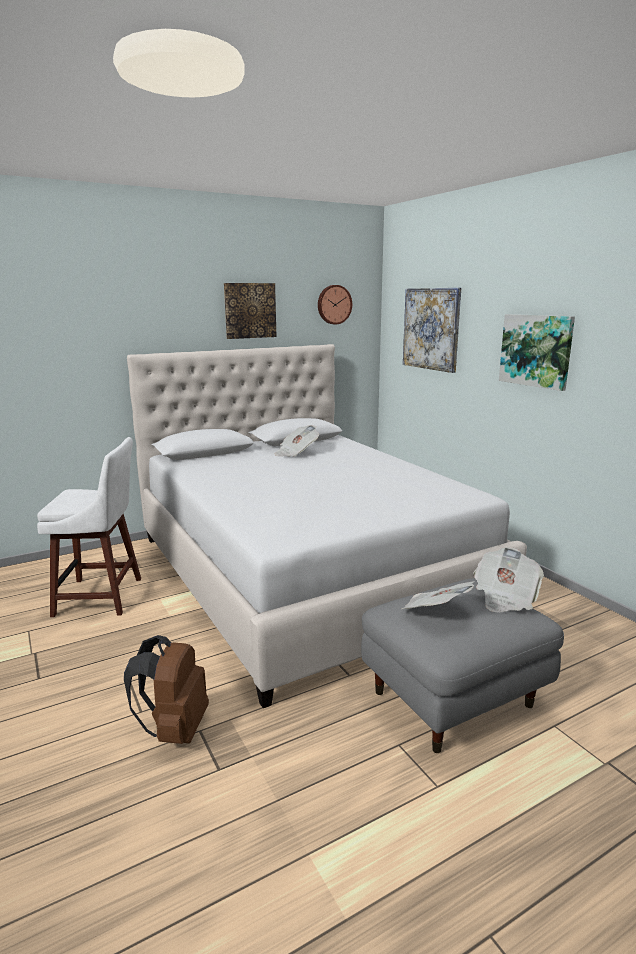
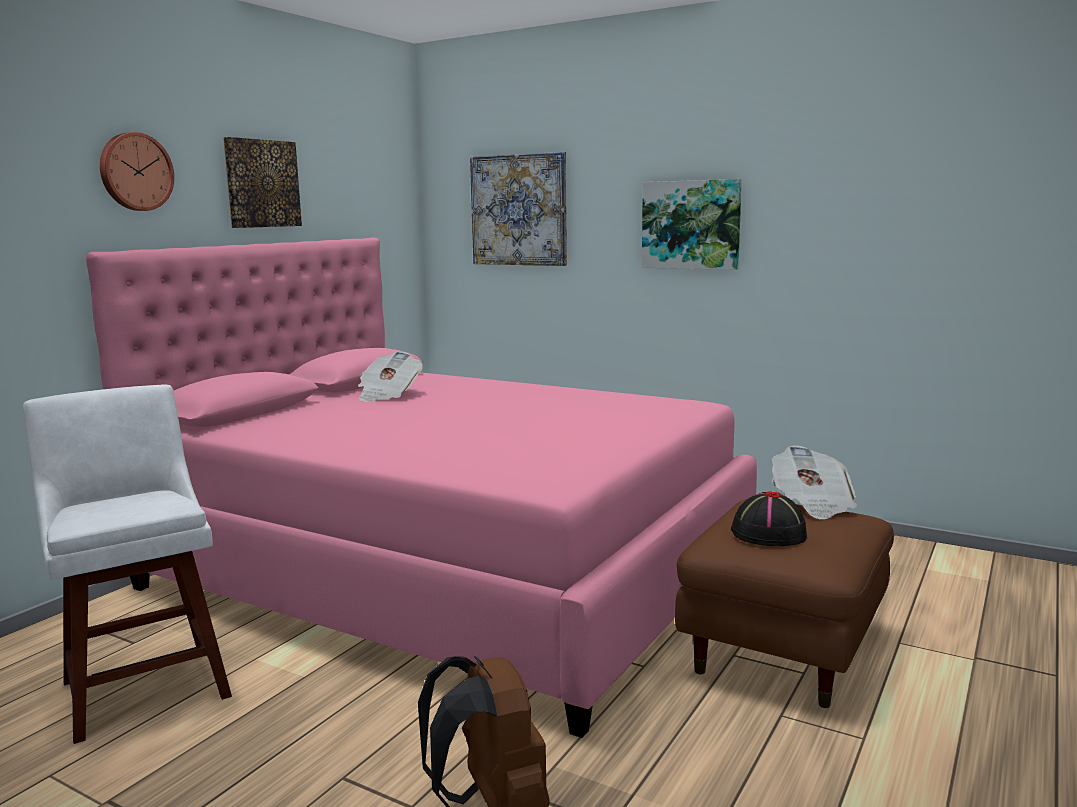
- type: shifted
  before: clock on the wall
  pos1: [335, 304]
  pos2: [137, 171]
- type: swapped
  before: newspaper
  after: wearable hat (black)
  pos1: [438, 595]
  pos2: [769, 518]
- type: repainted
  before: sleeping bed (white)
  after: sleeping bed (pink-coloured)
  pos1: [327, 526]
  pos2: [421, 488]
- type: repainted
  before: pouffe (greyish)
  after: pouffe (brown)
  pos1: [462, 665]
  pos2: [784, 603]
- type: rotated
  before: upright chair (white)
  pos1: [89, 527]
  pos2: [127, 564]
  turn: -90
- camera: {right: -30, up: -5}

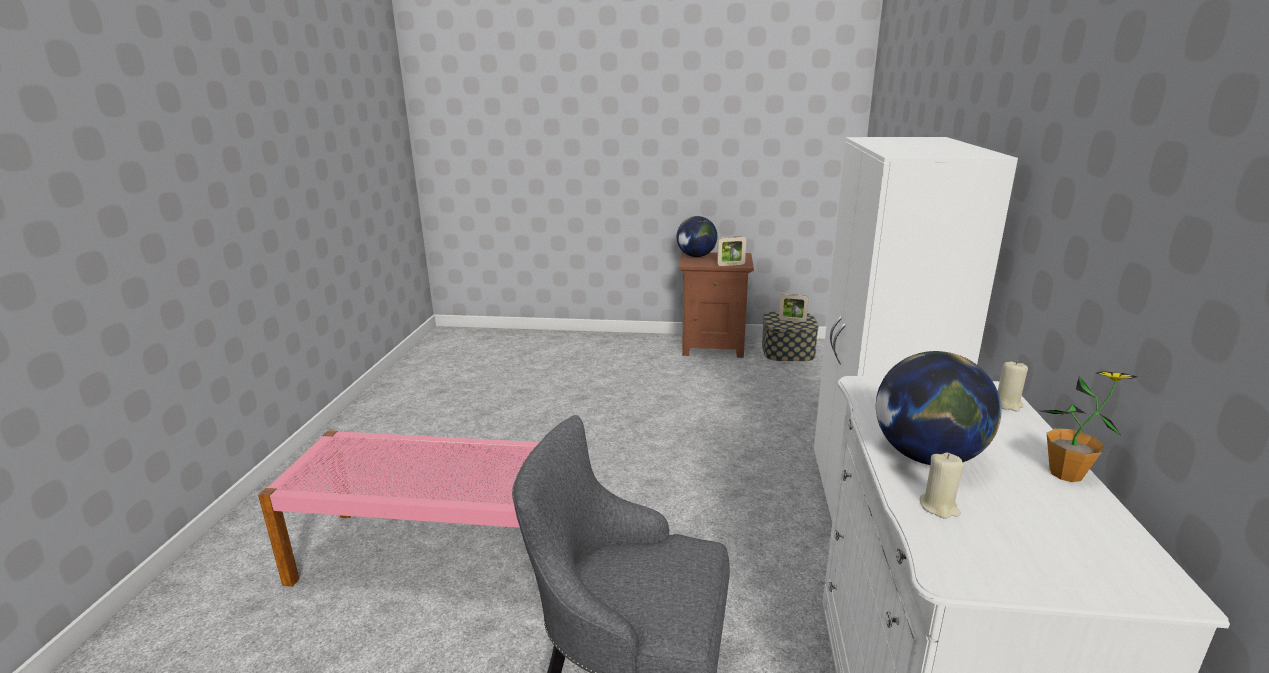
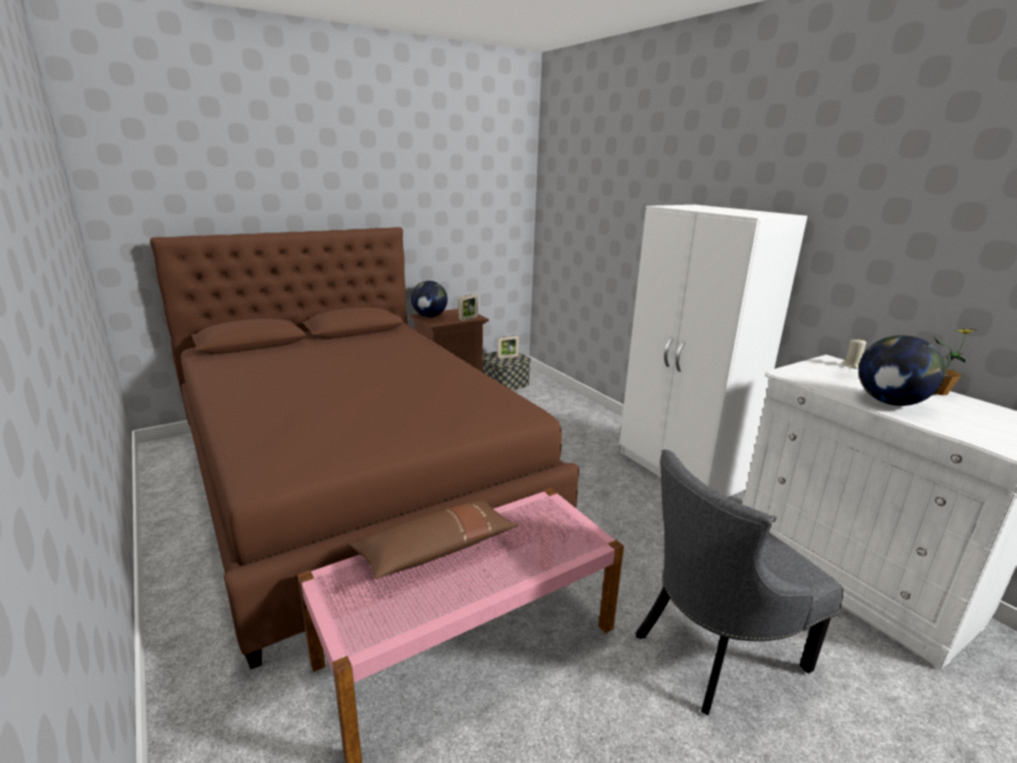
- type: gone
  before: wax candle (beige-coloured)
  pos1: [942, 485]
- type: new
  after: sleeping bed (brown)
  pos2: [364, 448]
- type: new
  after: cushion (brown)
  pos2: [434, 539]
- camera: {right: -40, up: 0}

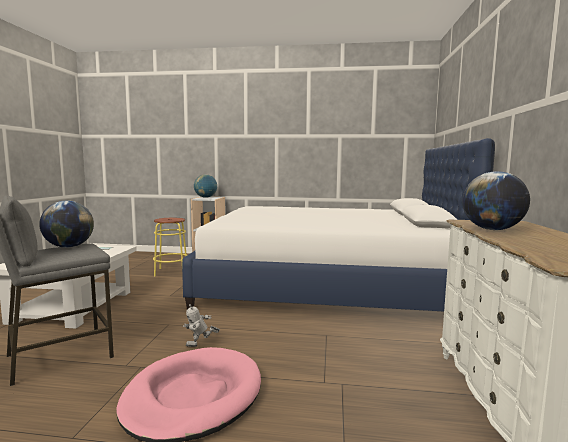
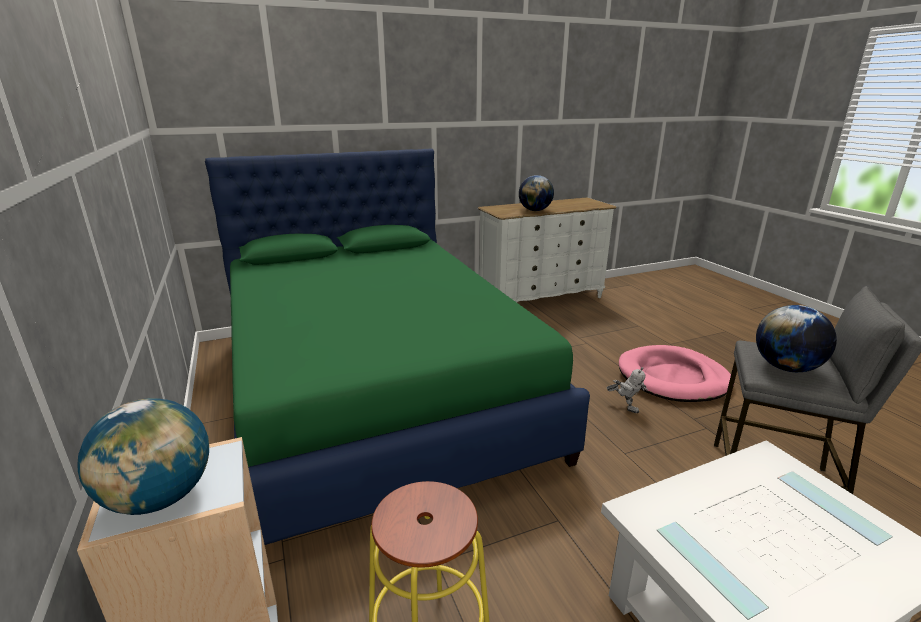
- type: repainted
  before: sleeping bed (white)
  after: sleeping bed (greenish)
  pos1: [338, 224]
  pos2: [397, 347]
- camera: {right: -120, up: 15}

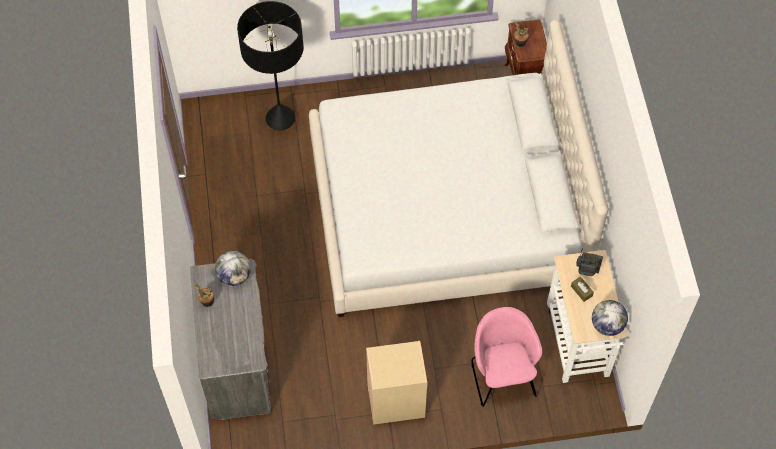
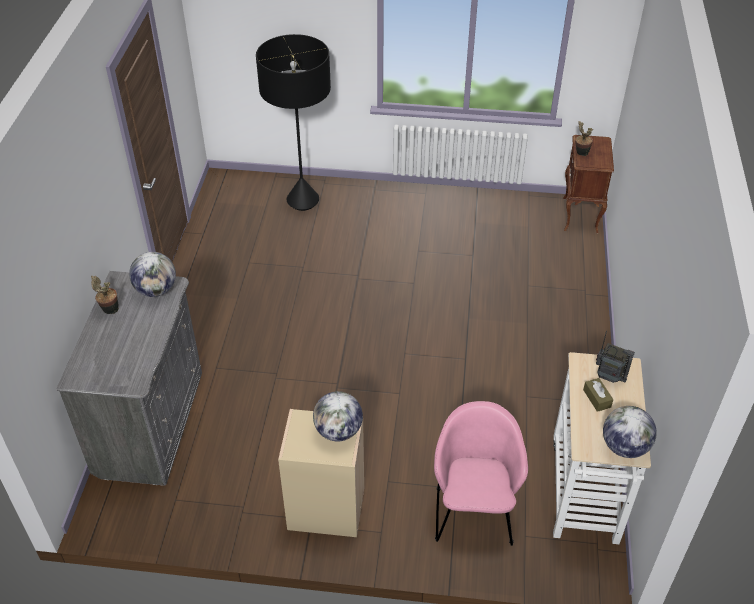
- type: gone
  before: sleeping bed (white)
  pos1: [459, 168]
- type: new
  after: globe
  pos2: [338, 416]
- camera: {right: 15, up: -15}

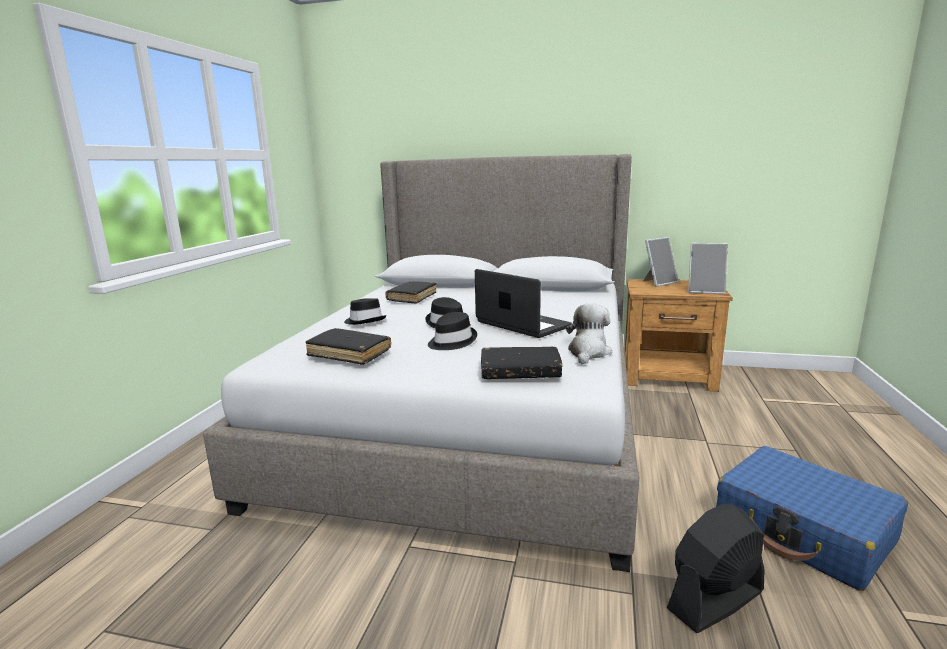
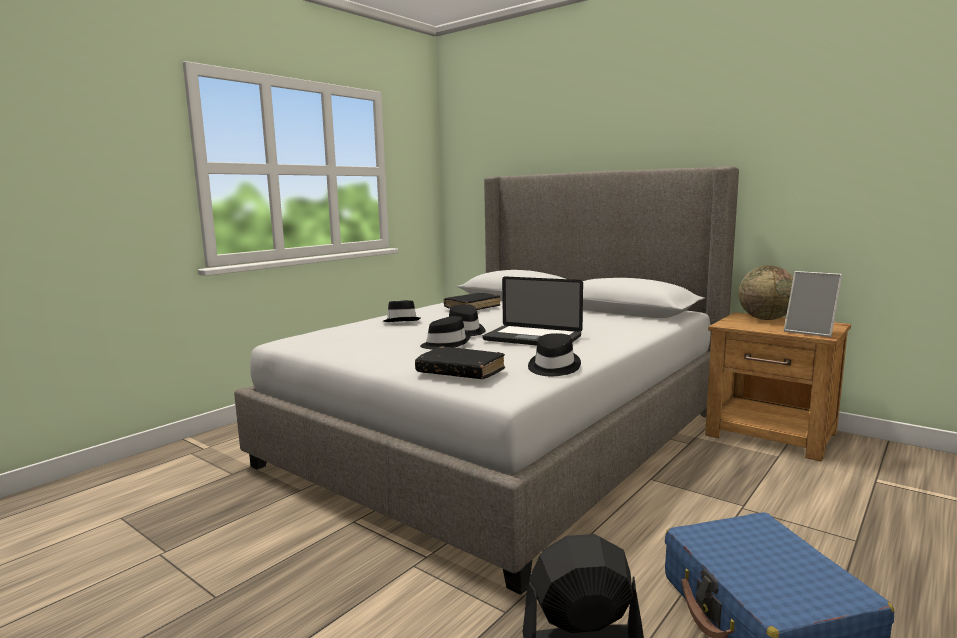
- type: gone
  before: volume (black)
  pos1: [348, 346]
- type: swapped
  before: cuddly toy
  after: wearable hat (black)
  pos1: [589, 334]
  pos2: [554, 354]
- type: swapped
  before: standing frame
  after: globe
  pos1: [661, 262]
  pos2: [765, 293]
- type: rotated
  before: portable computer
  pos1: [523, 303]
  pos2: [532, 311]
  turn: 135
- camera: {right: 25, up: -5}

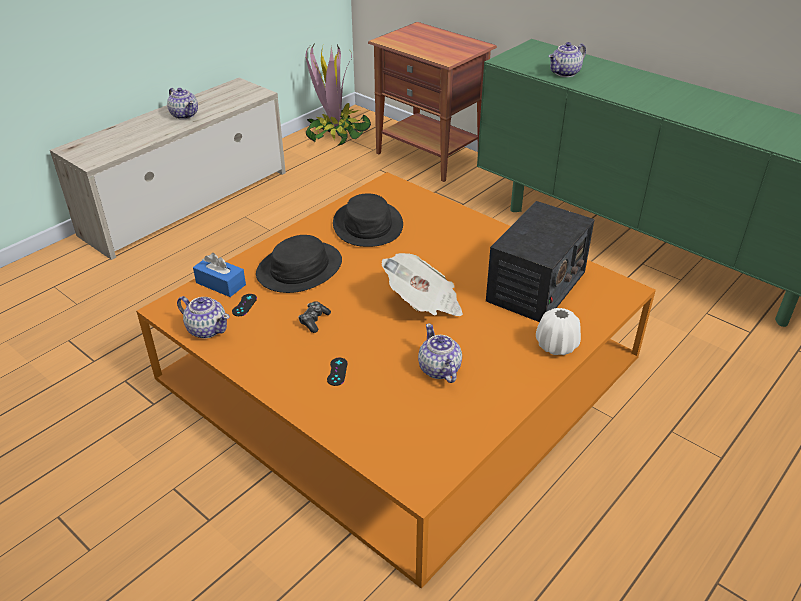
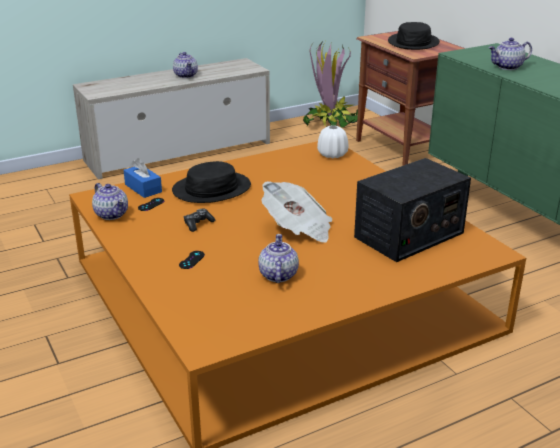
- type: shifted
  before: wearable hat (black)
  pos1: [368, 220]
  pos2: [414, 36]
- type: shifted
  before: vase (white)
  pos1: [558, 331]
  pos2: [332, 141]
- camera: {right: 20, up: -10}

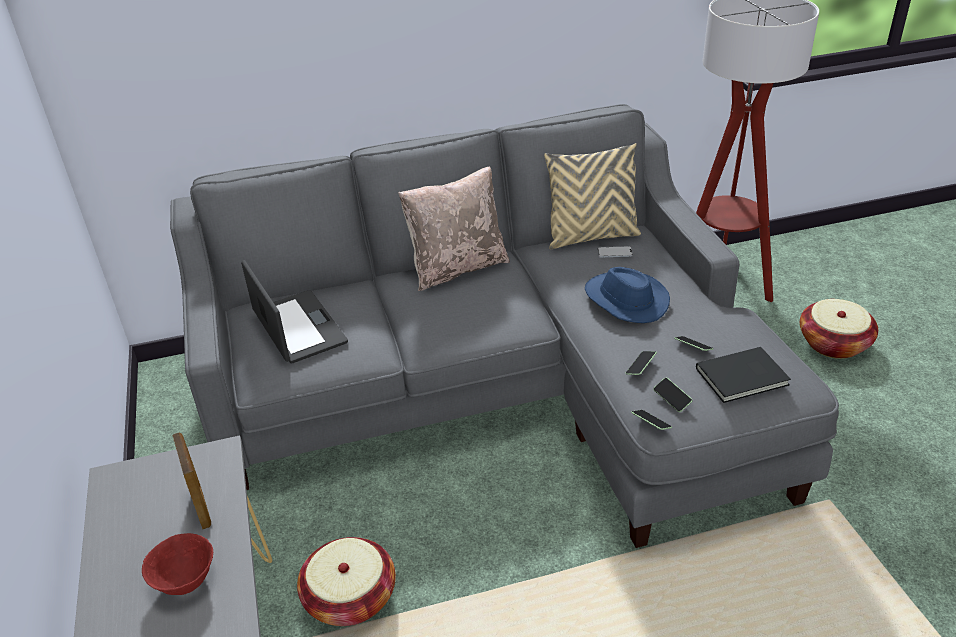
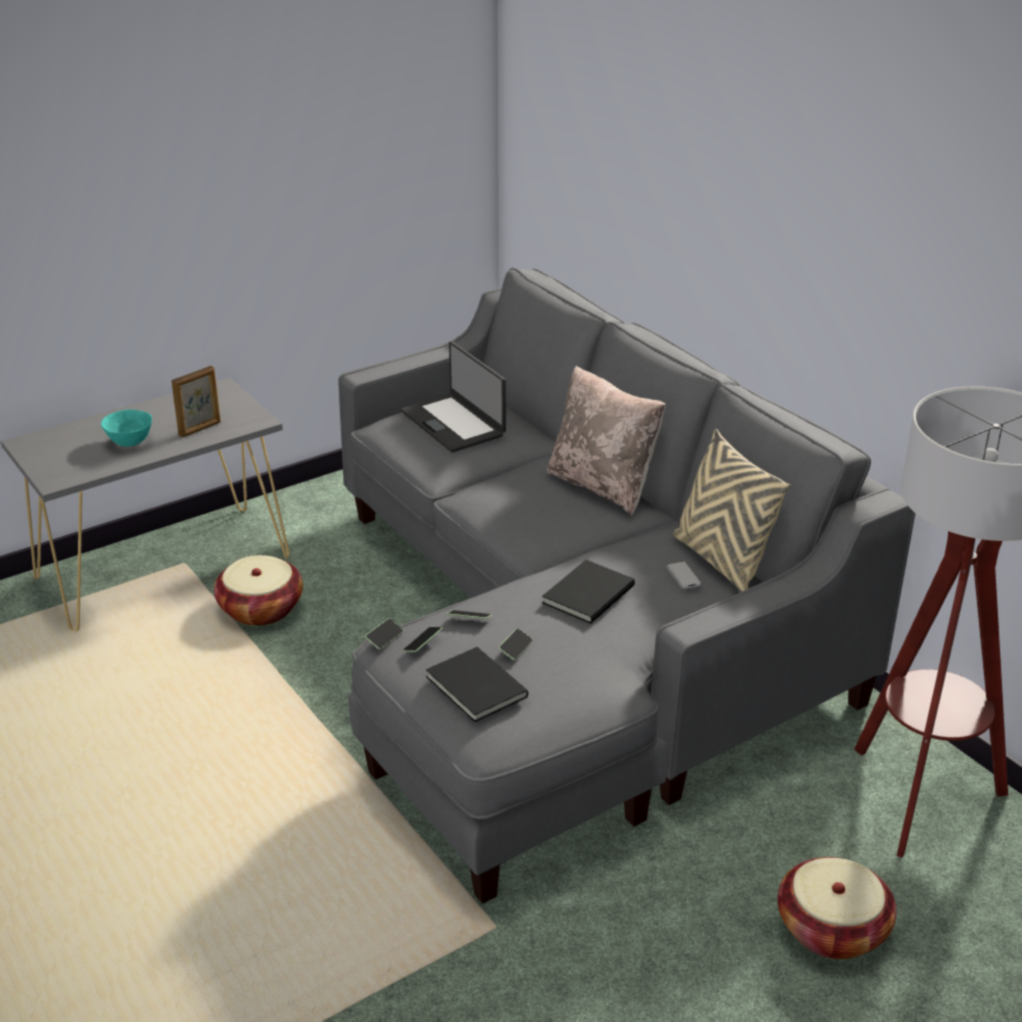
- type: swapped
  before: wearable hat (blue-coloured)
  after: volume (black)
  pos1: [627, 295]
  pos2: [588, 592]
- type: repainted
  before: bowl (red)
  after: bowl (turquoise-coloured)
  pos1: [177, 564]
  pos2: [126, 428]
- type: rotated
  before: portable computer
  pos1: [294, 312]
  pos2: [453, 396]
  turn: 105
- camera: {right: 70, up: -5}

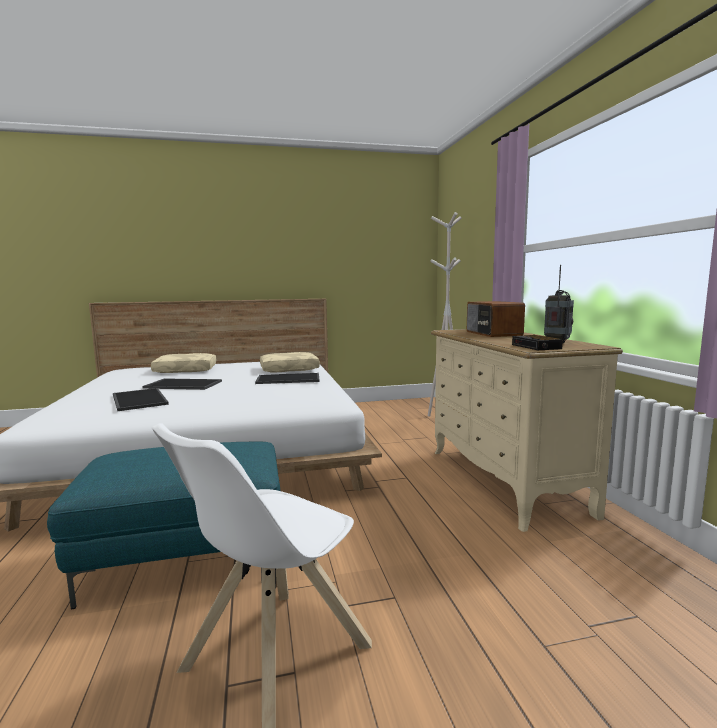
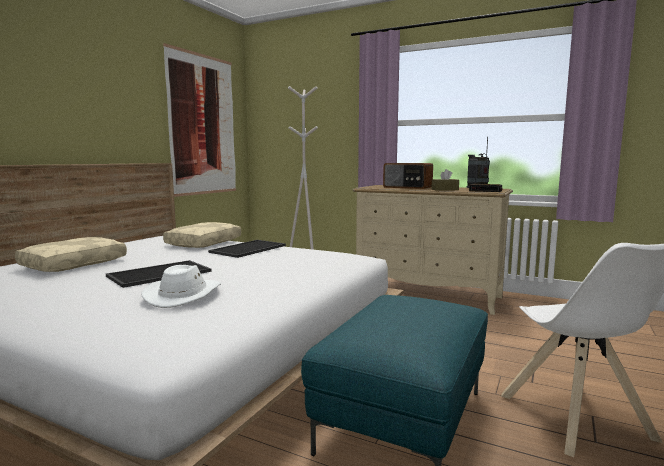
- type: new
  after: wall picture
  pos2: [199, 120]
- type: new
  after: box of tissues (brown)
  pos2: [445, 180]
- type: swapped
  before: carrying tray
  after: wearable hat (white)
  pos1: [141, 399]
  pos2: [181, 286]
- camera: {right: -50, up: 0}

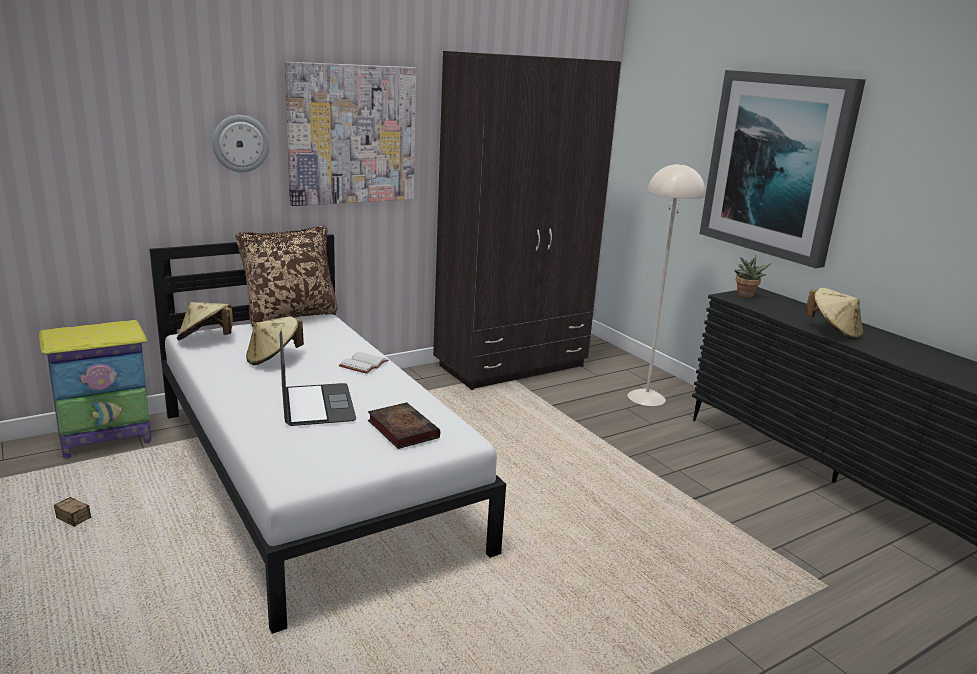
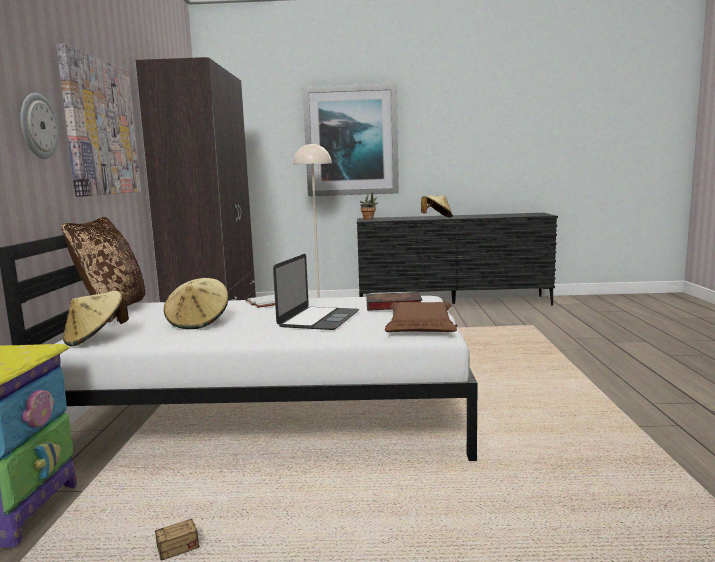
- type: new
  after: cushion (brown)
  pos2: [421, 316]
- type: rotated
  before: portable computer
  pos1: [318, 378]
  pos2: [316, 292]
  turn: 90
- camera: {right: -55, up: -10}

